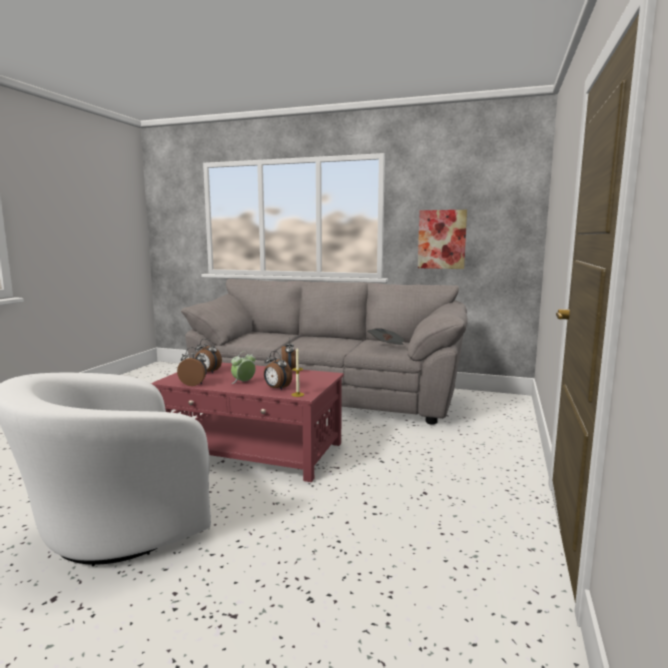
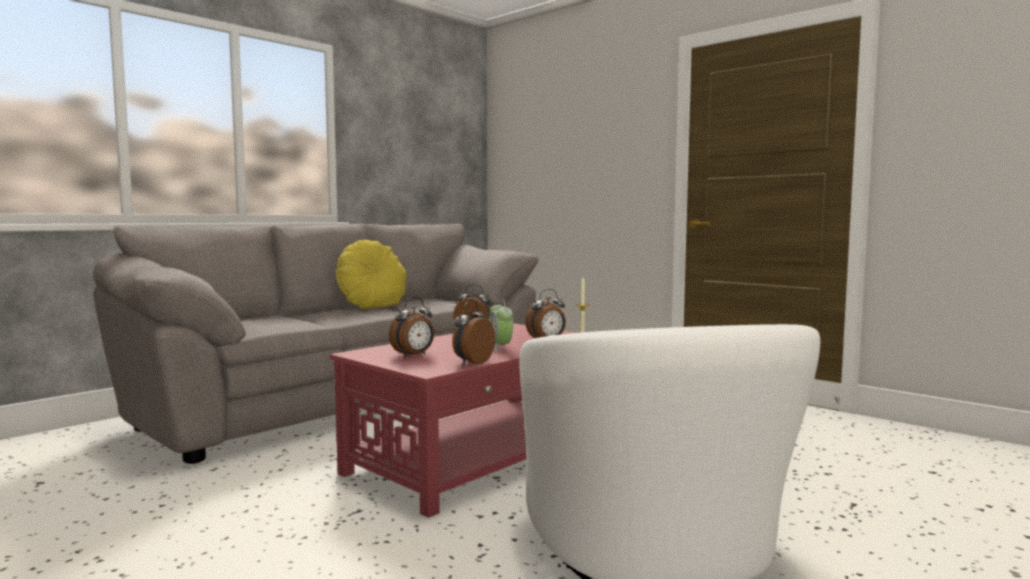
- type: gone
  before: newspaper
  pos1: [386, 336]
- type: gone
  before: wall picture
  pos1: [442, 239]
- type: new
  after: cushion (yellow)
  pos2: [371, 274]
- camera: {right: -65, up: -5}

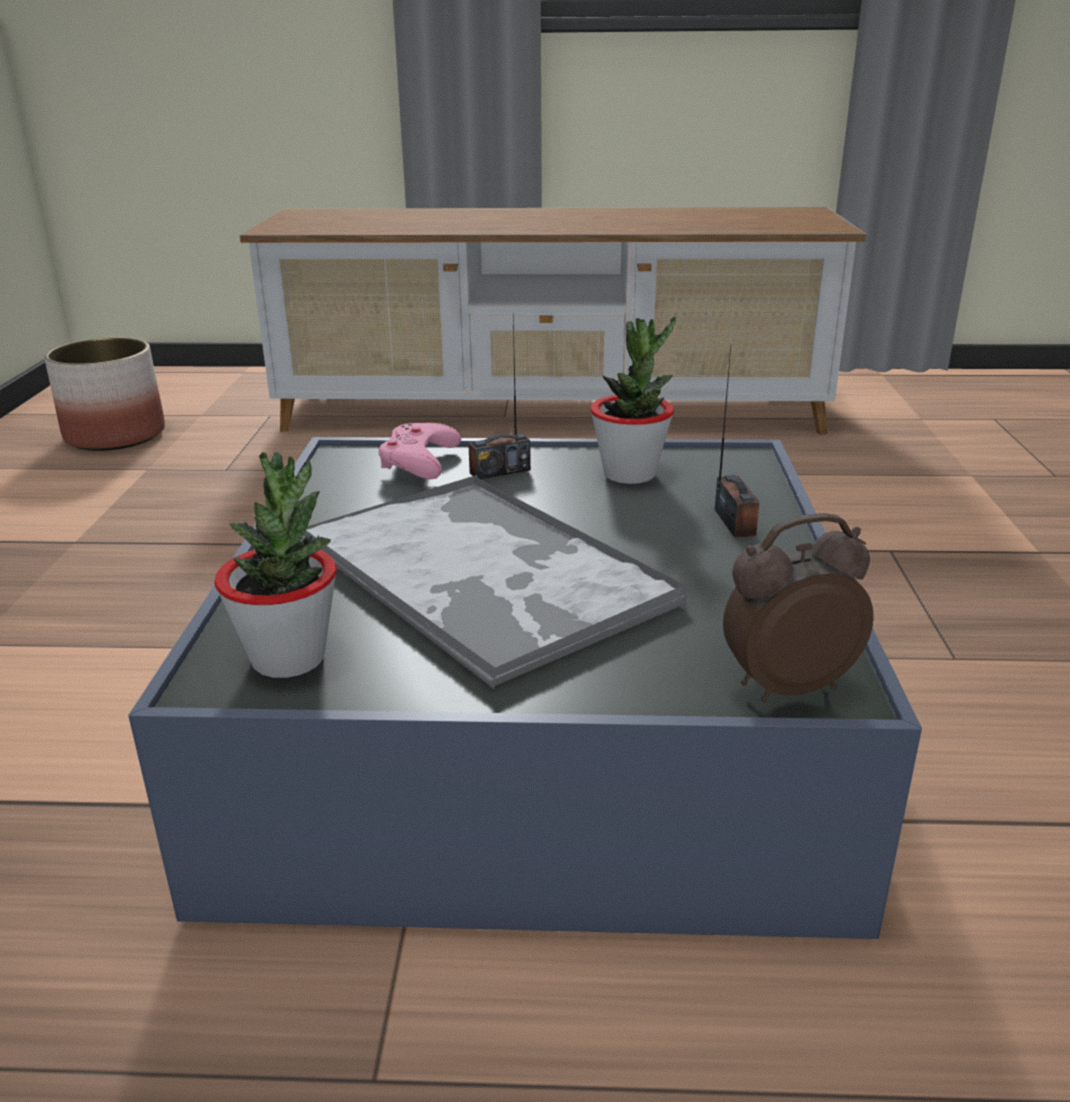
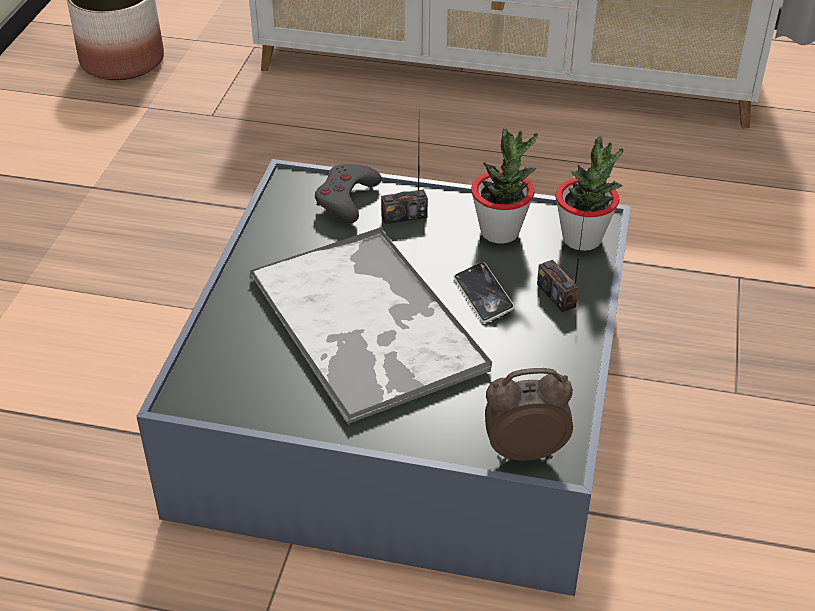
- type: new
  after: phone
  pos2: [484, 292]
- type: shifted
  before: potted plant
  pos1: [275, 565]
  pos2: [589, 193]
- type: repainted
  before: gamepad (pink-coloured)
  after: gamepad (greyish)
  pos1: [419, 451]
  pos2: [348, 193]
- type: rotated
  before: radio
  pos1: [737, 441]
  pos2: [561, 256]
  turn: 150
- camera: {right: 10, up: 15}

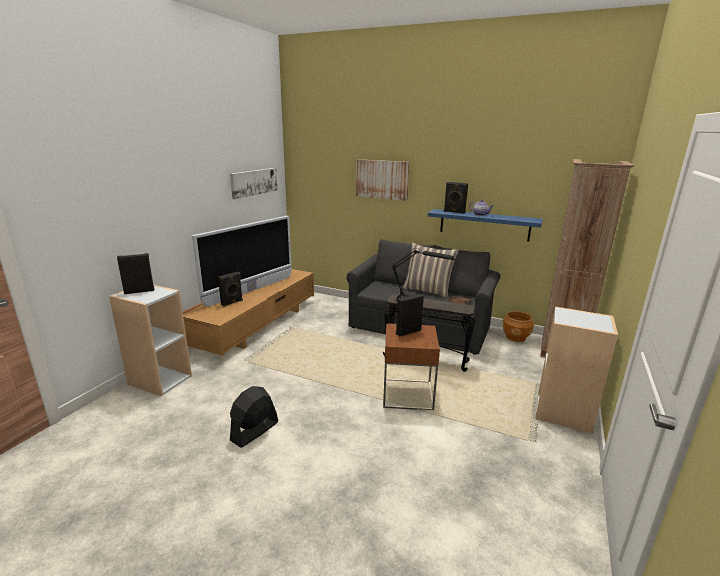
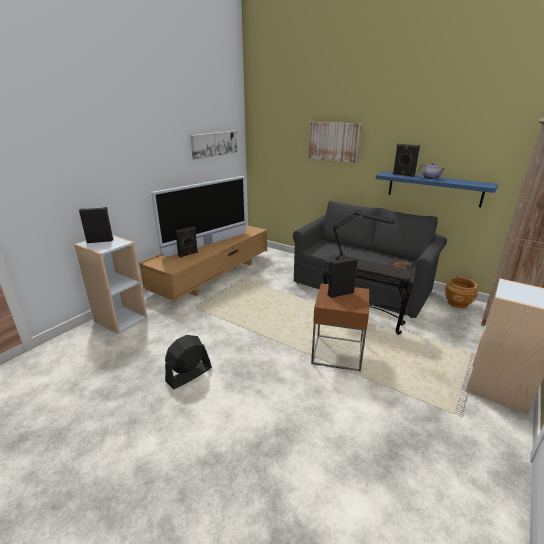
- type: gone
  before: cushion
  pos1: [431, 270]
- camera: {right: 10, up: 5}

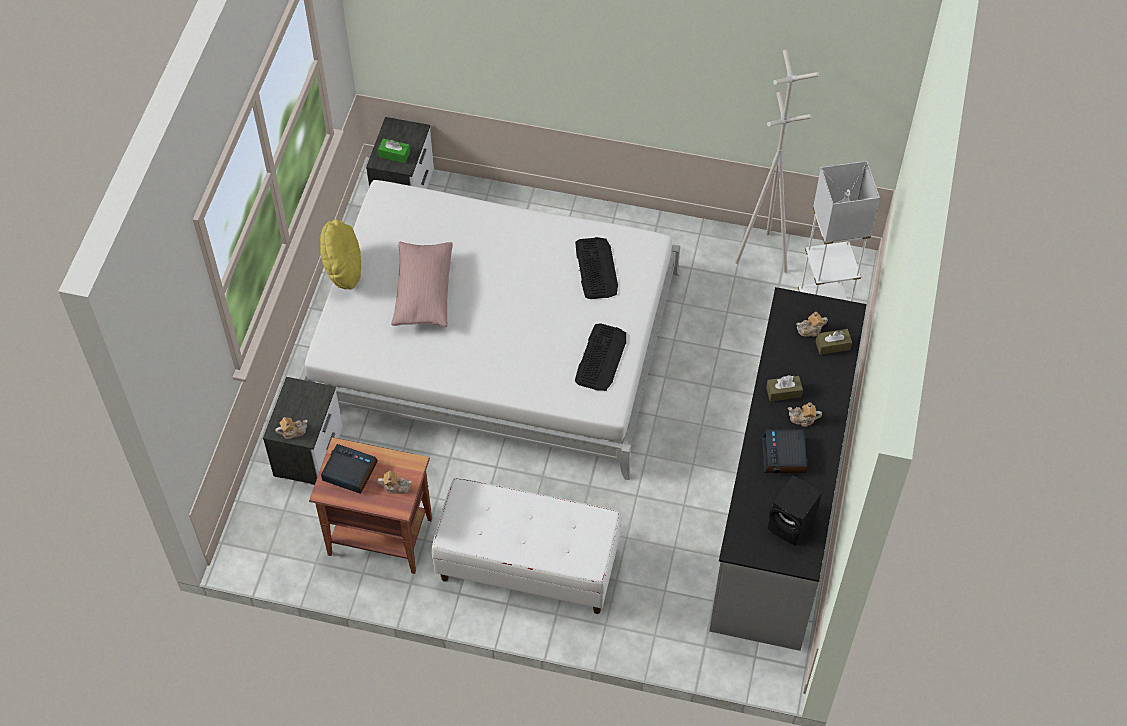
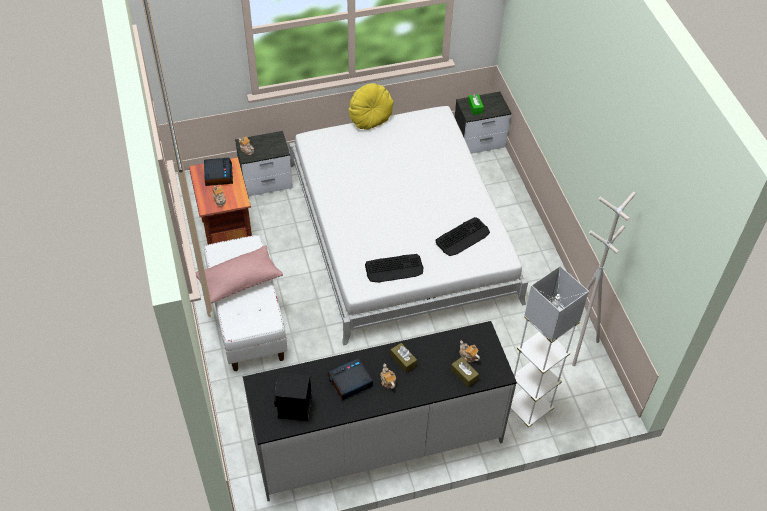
- type: shifted
  before: cushion (pink-coloured)
  pos1: [422, 284]
  pos2: [239, 274]
- camera: {right: 60, up: -5}

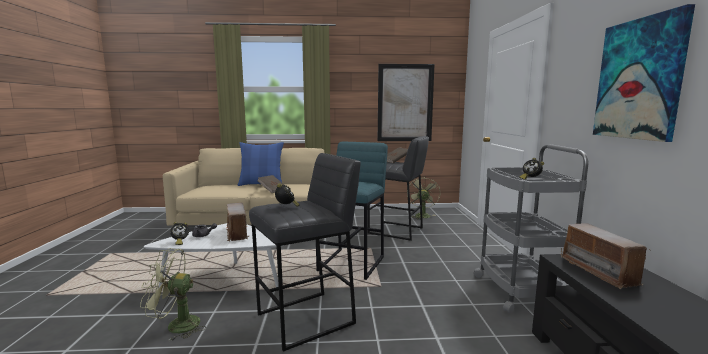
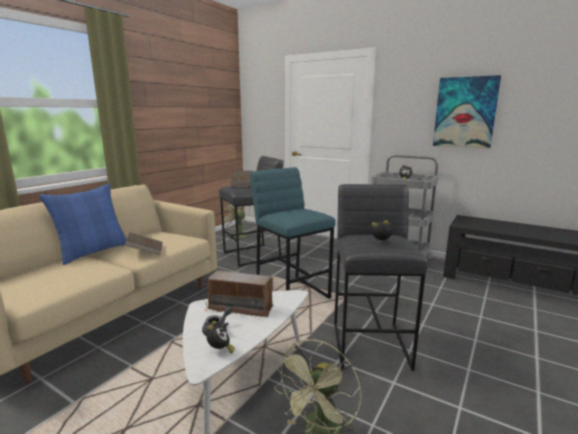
- type: gone
  before: wall picture
  pos1: [406, 102]
- type: gone
  before: radio
  pos1: [606, 256]
- camera: {right: -55, up: 5}

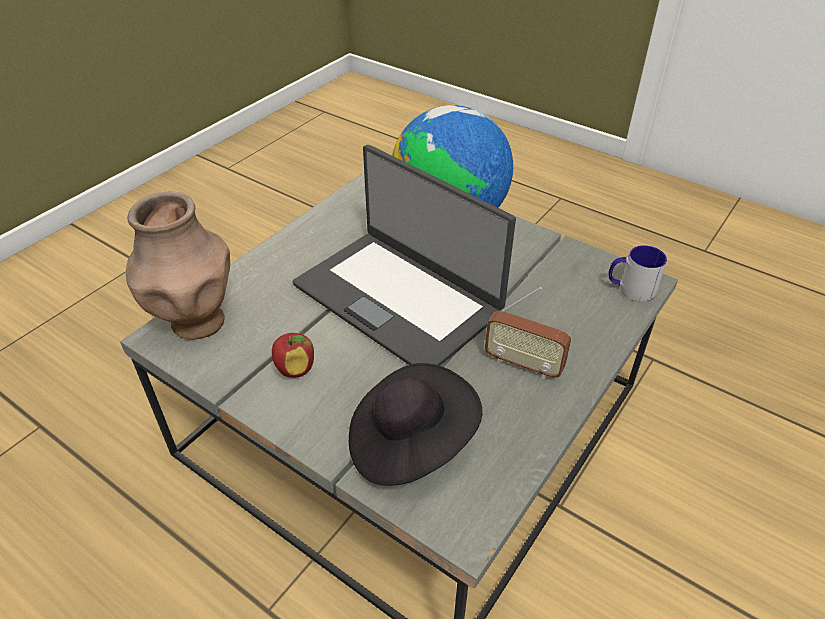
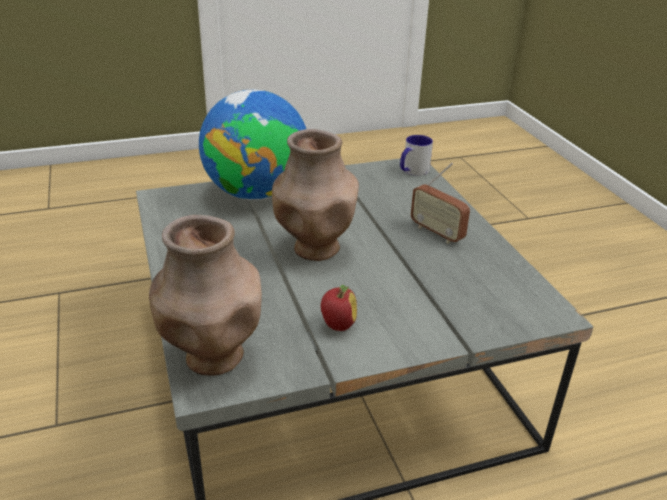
- type: gone
  before: wearable hat (black)
  pos1: [415, 424]
- type: swapped
  before: portable computer
  after: vase (brown)
  pos1: [404, 255]
  pos2: [315, 195]
- type: rotated
  before: radio
  pos1: [528, 333]
  pos2: [440, 203]
  turn: 75
- camera: {right: -55, up: -10}

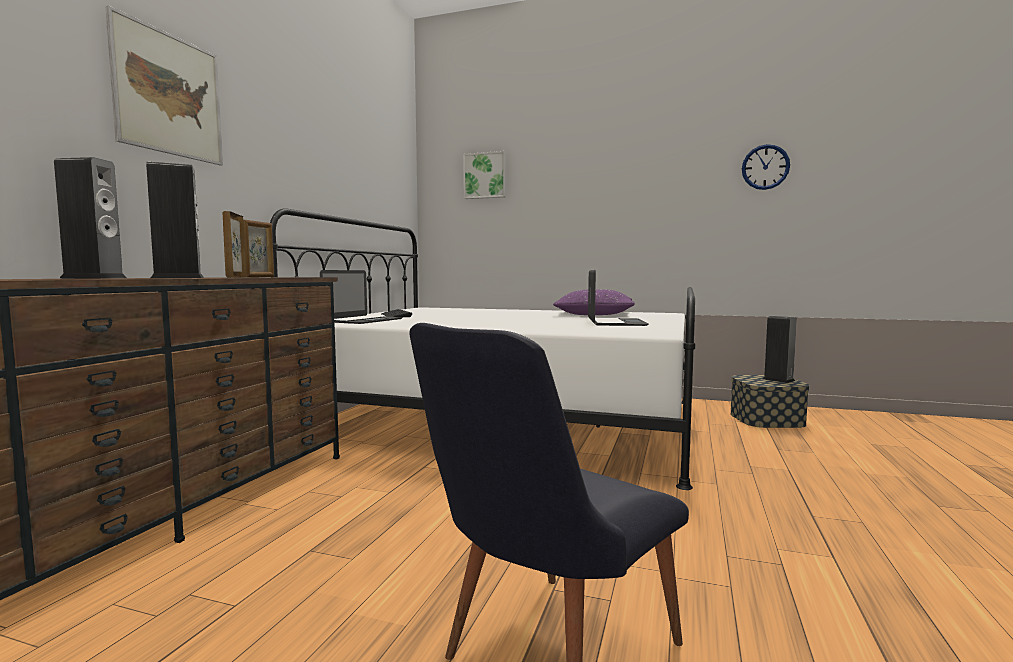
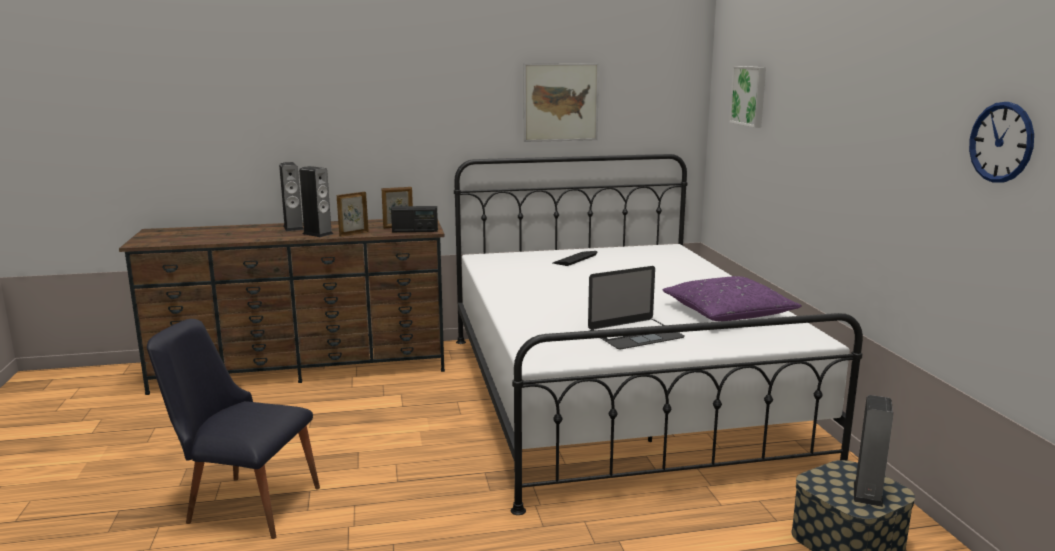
- type: gone
  before: portable computer
  pos1: [361, 297]
- type: new
  after: radio
  pos2: [414, 219]
- type: shifted
  before: wall picture
  pos1: [164, 85]
  pos2: [561, 102]
- camera: {right: 60, up: 10}

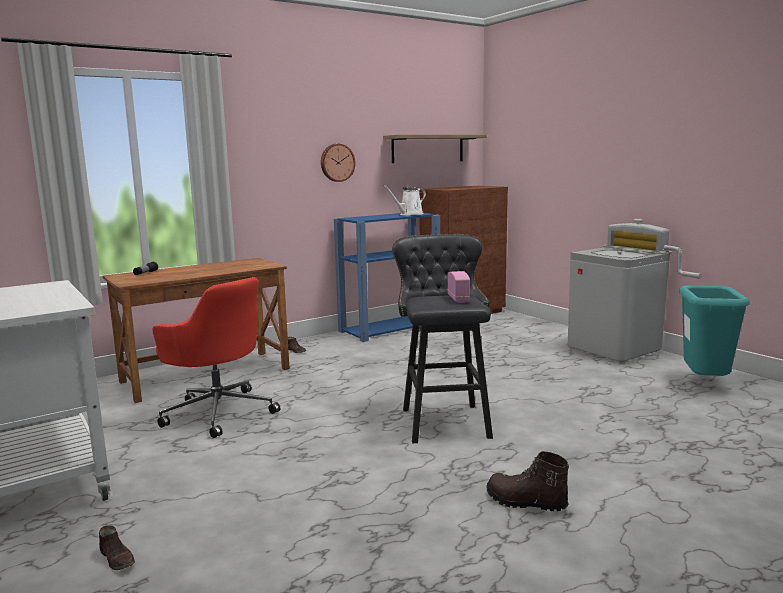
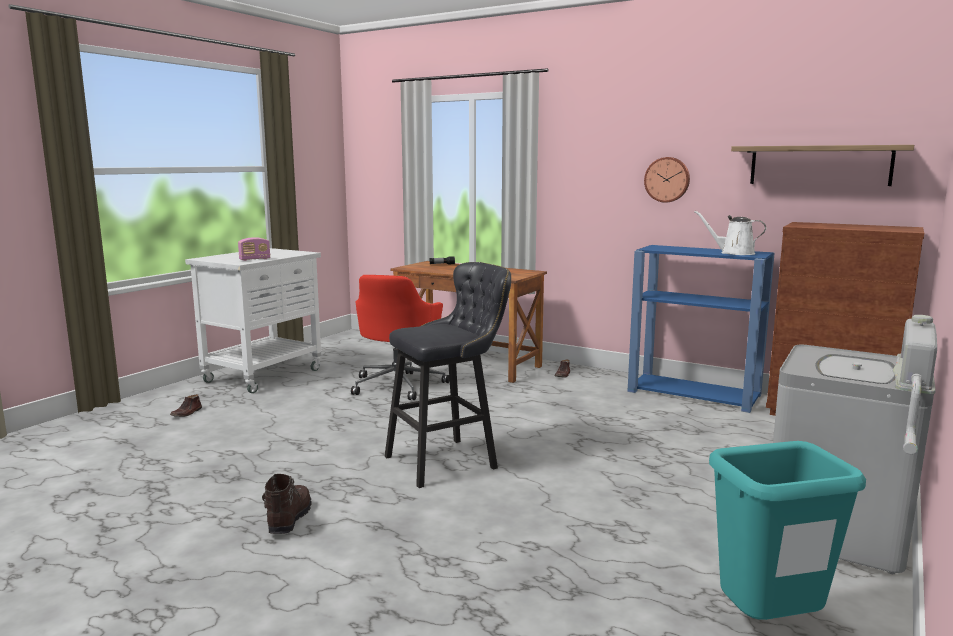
- type: shifted
  before: radio
  pos1: [458, 287]
  pos2: [254, 249]
- camera: {right: 65, up: 0}

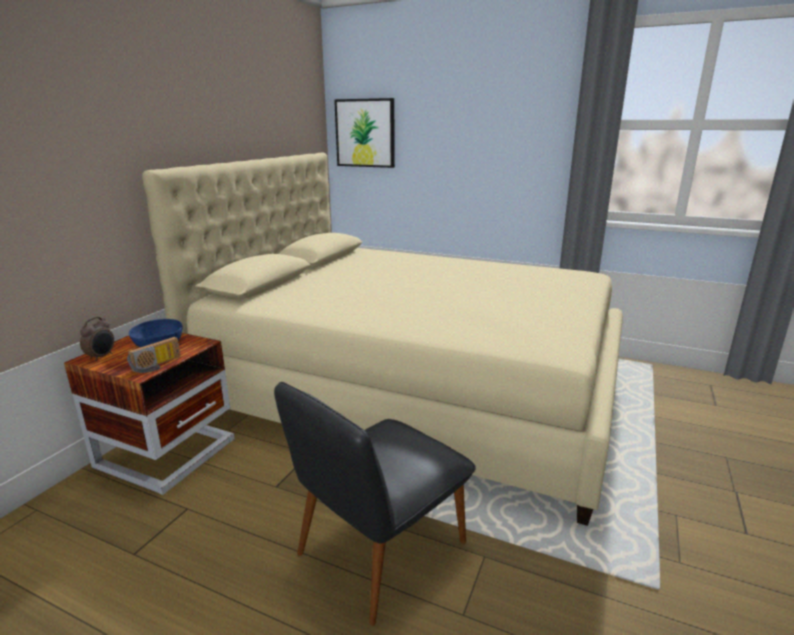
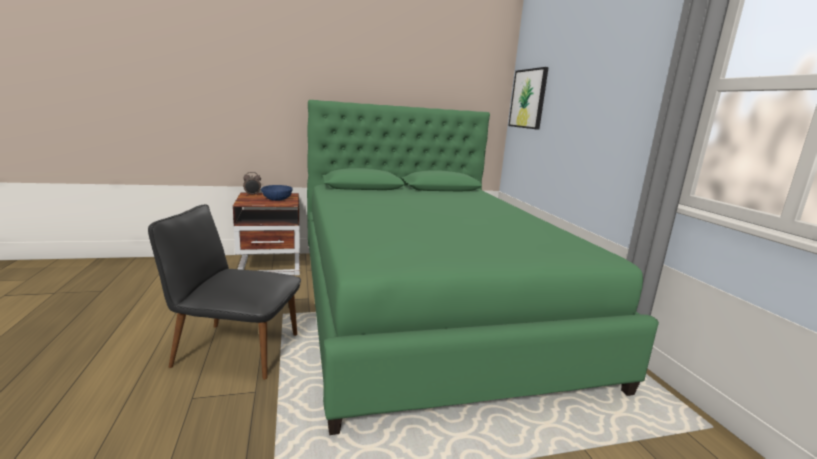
- type: gone
  before: radio
  pos1: [154, 355]
- type: repainted
  before: sleeping bed (beige-coloured)
  after: sleeping bed (greenish)
  pos1: [382, 339]
  pos2: [483, 267]
- camera: {right: 50, up: -5}

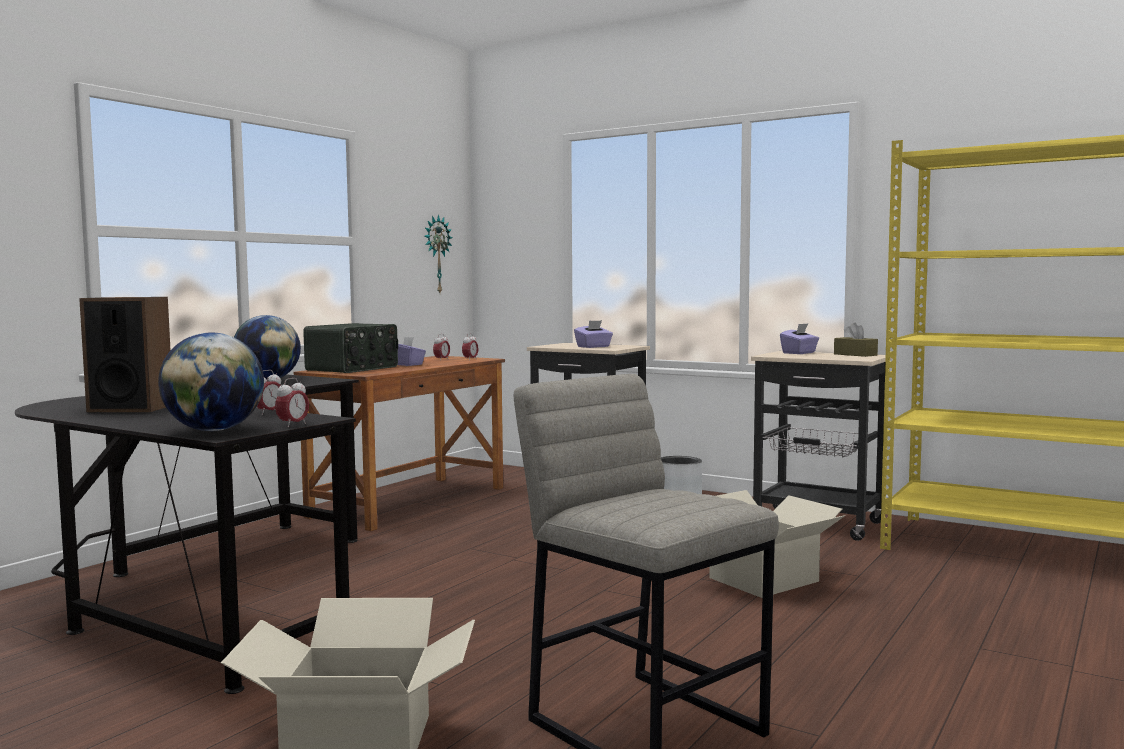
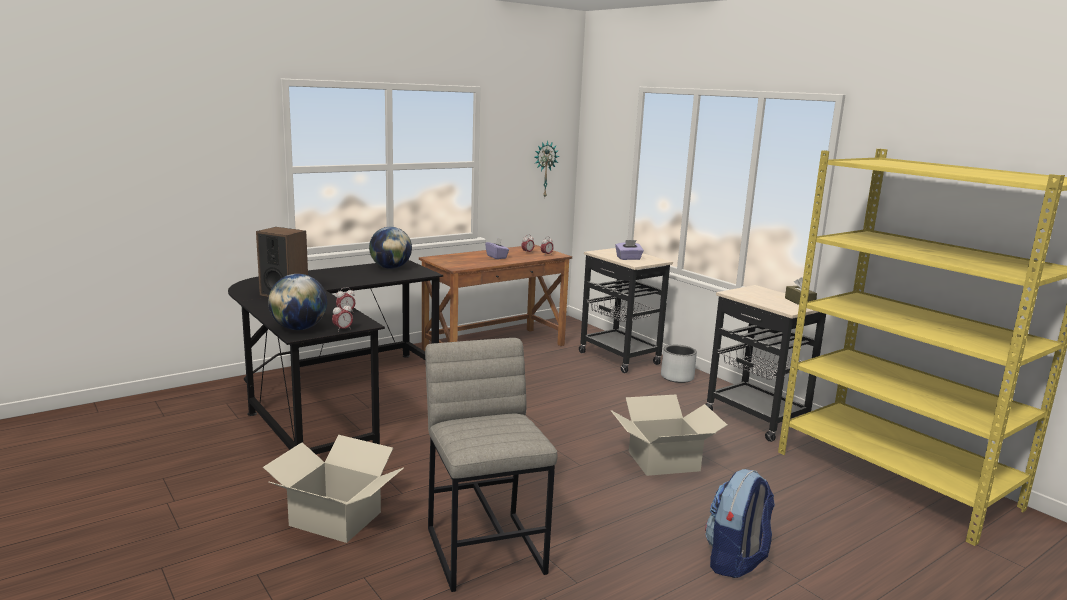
- type: gone
  before: radio
  pos1: [350, 348]
- type: gone
  before: box of tissues (purple-coloured)
  pos1: [799, 339]
- type: new
  after: knapsack
  pos2: [740, 523]
- camera: {right: 20, up: 10}

